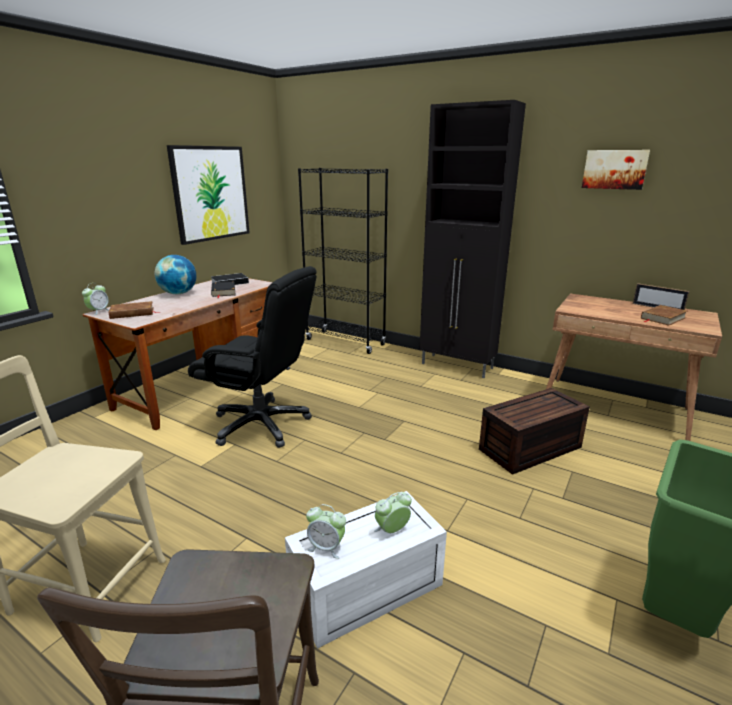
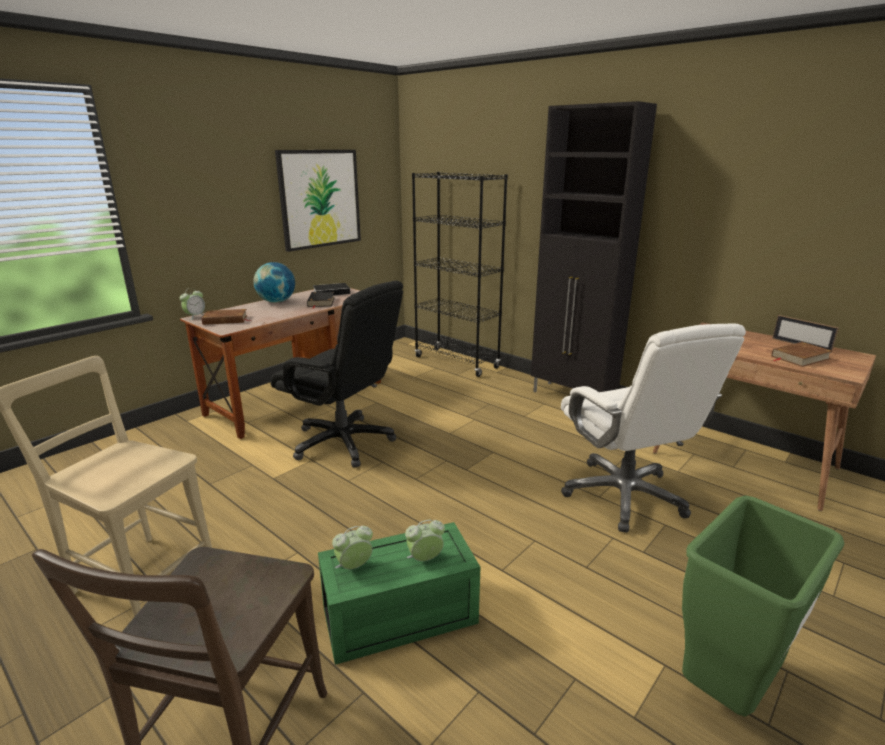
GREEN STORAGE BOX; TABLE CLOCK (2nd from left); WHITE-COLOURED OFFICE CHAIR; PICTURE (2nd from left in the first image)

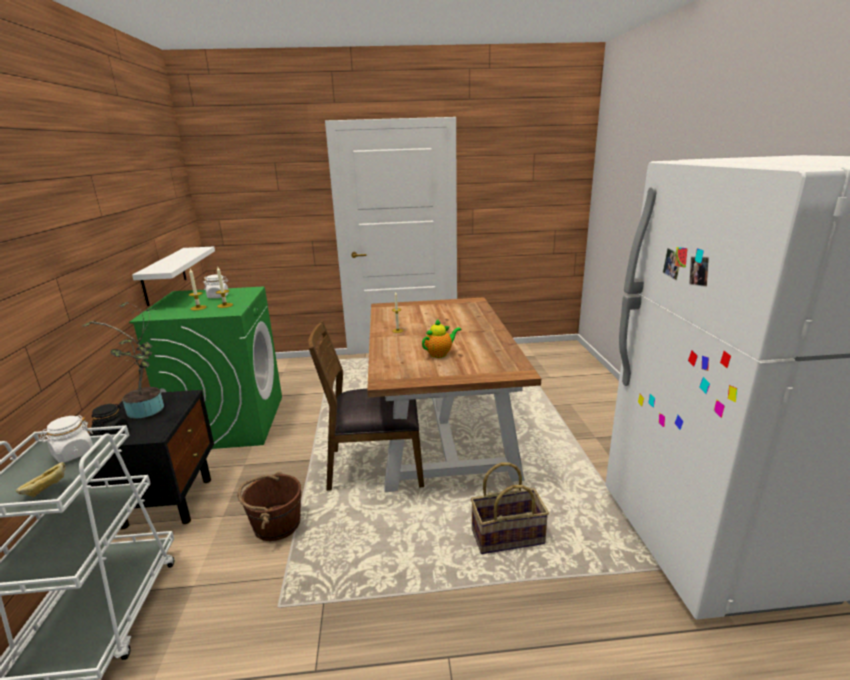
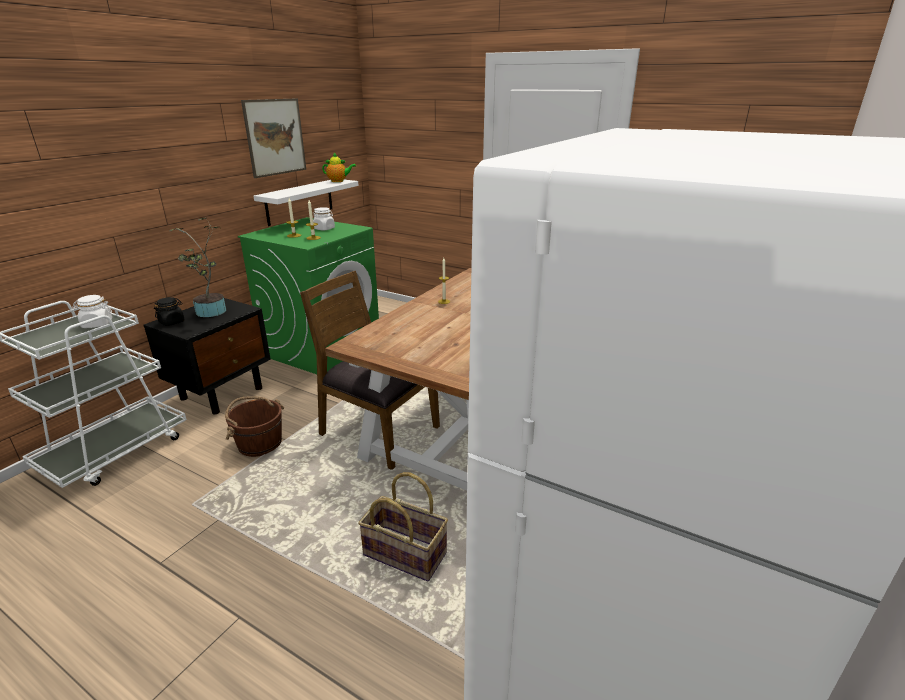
PICTURE; POT FOR TEA; BAKERY BREAD

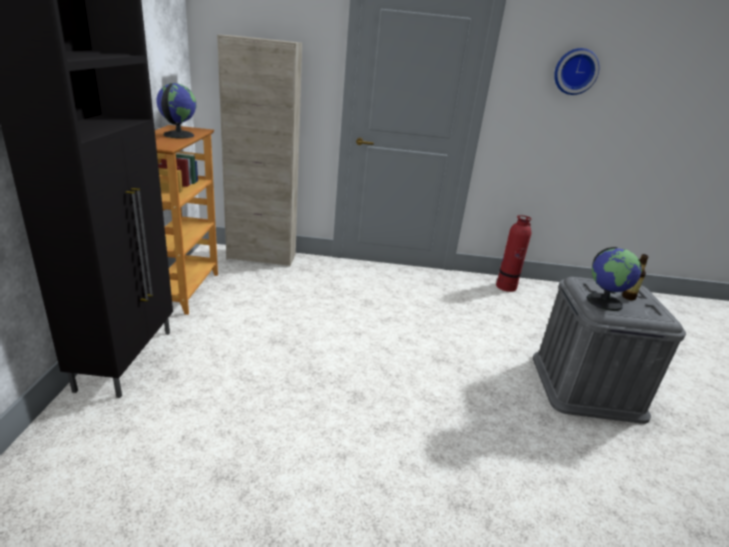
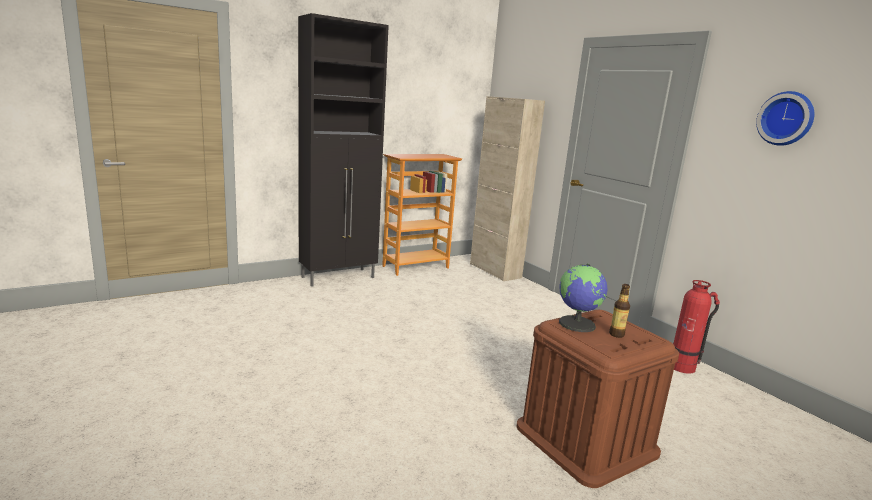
BROWN-COLOURED STORAGE BOX; WORLD GLOBE (1st from left in the first image)

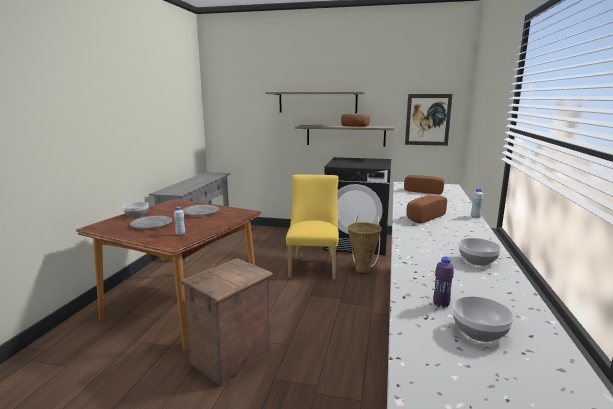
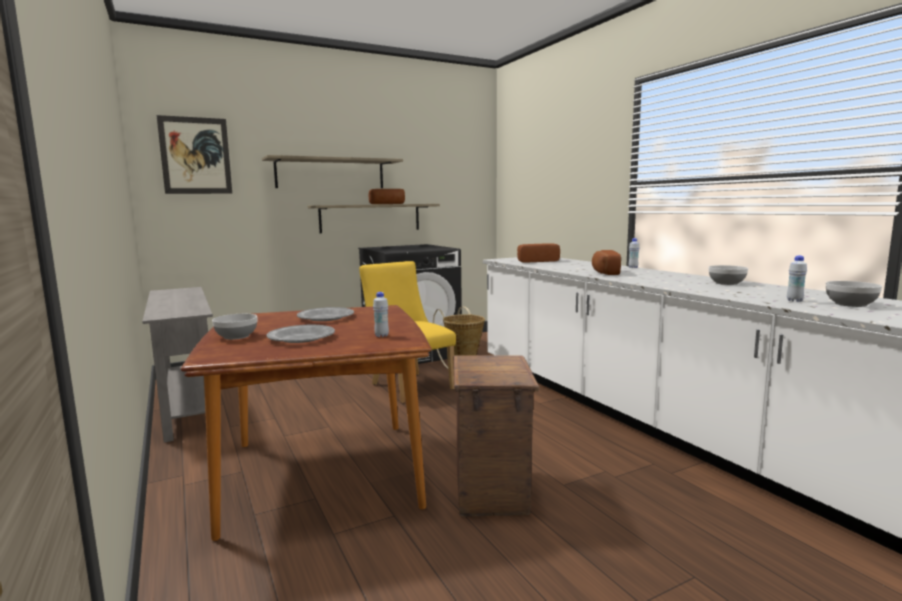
PICTURE; WHITE-COLOURED BEVERAGE BOTTLE (3rd from left)

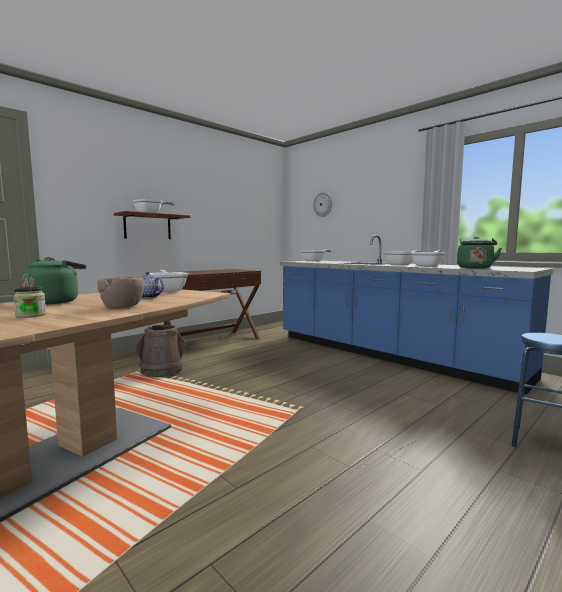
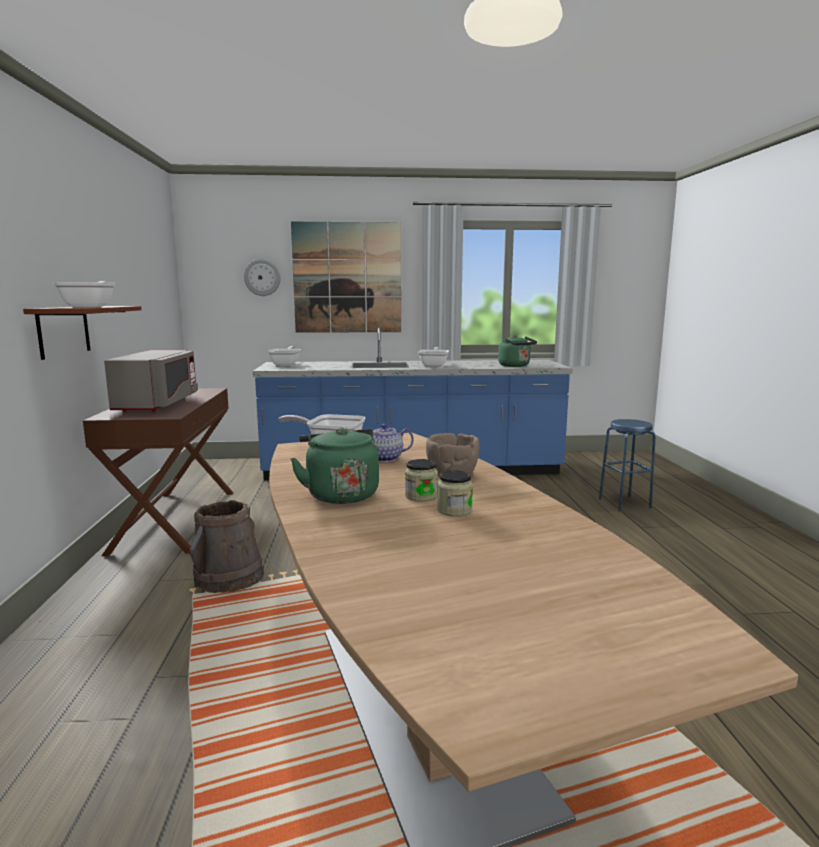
GREY KITCHEN MICROWAVE; PICTURE; JAR (1st from left); FRYING PAN (5th from left in the first image)

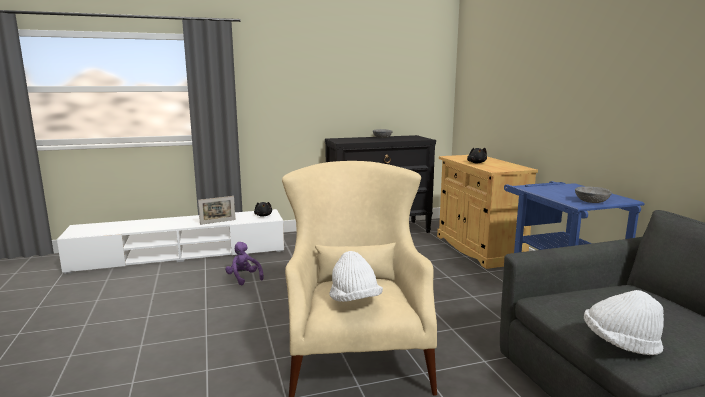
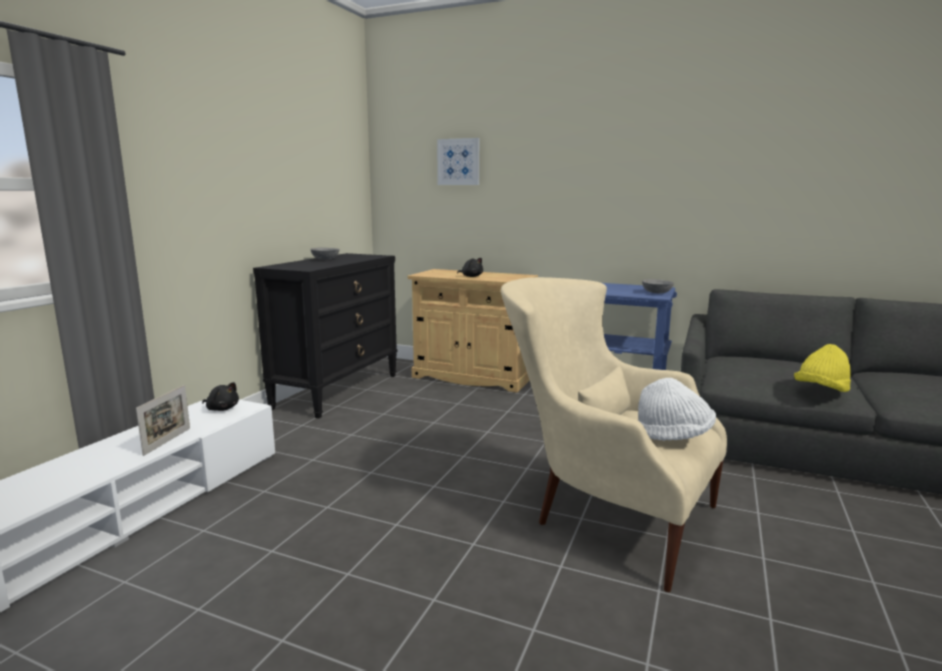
PICTURE; YELLOWISH CLOTHING HAT; PURPLE SOFT TOY

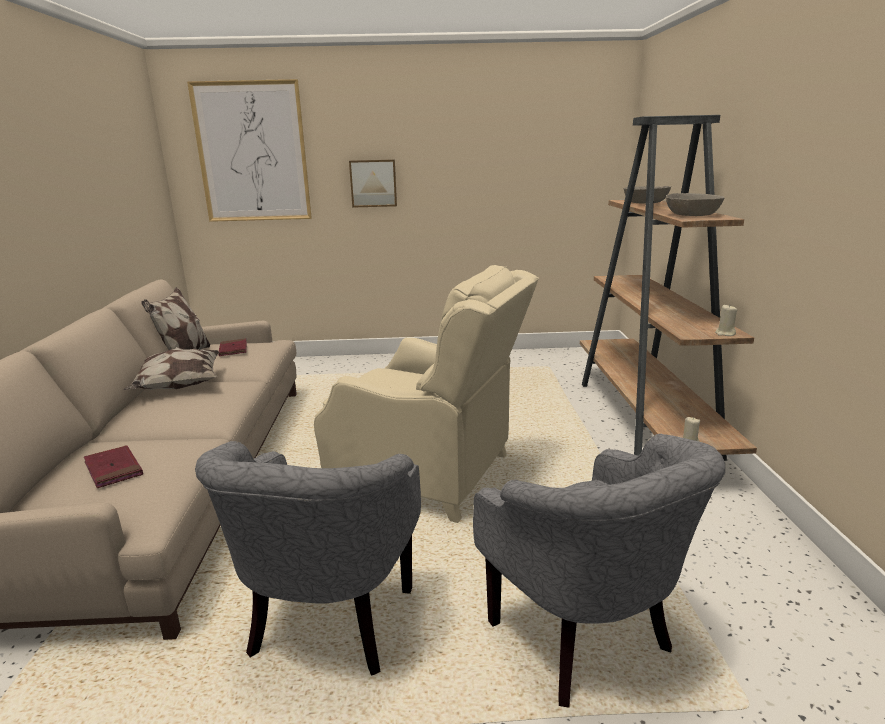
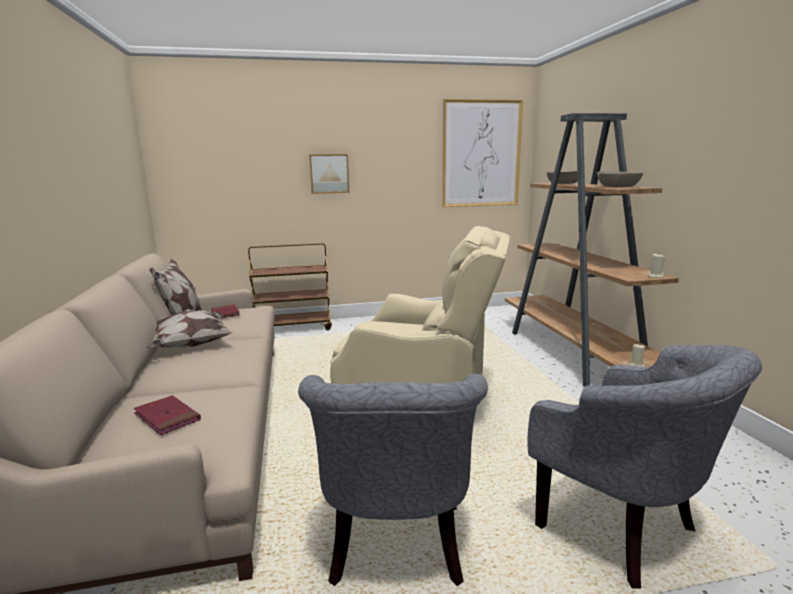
BROWN-COLOURED WHEELED CART; PICTURE (2nd from left)

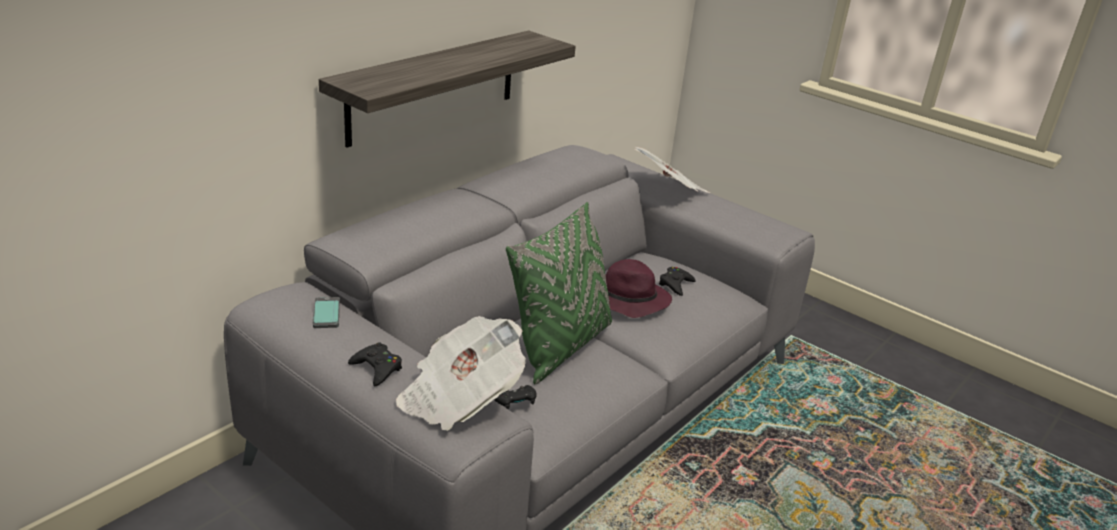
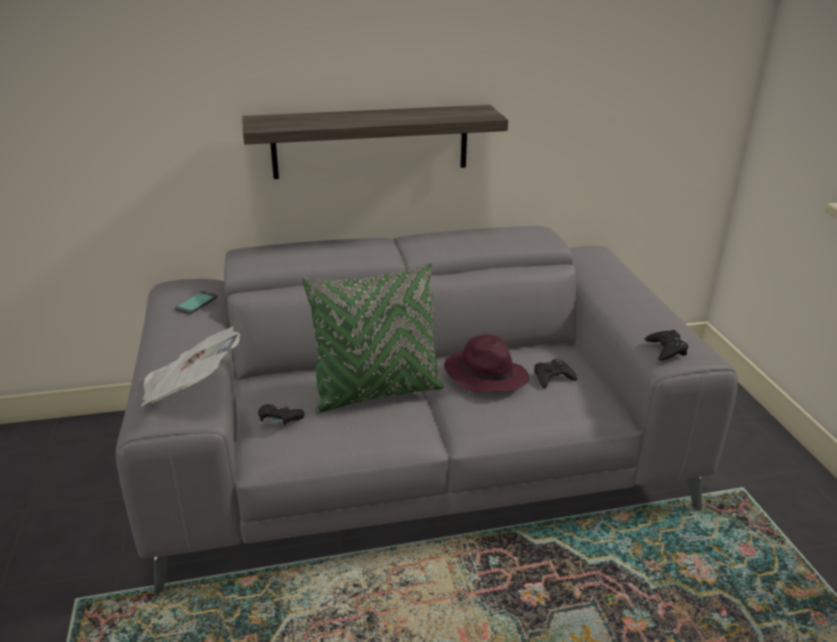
BLACK JOYPAD (3rd from left); DAILY PAPER (2nd from left in the first image)

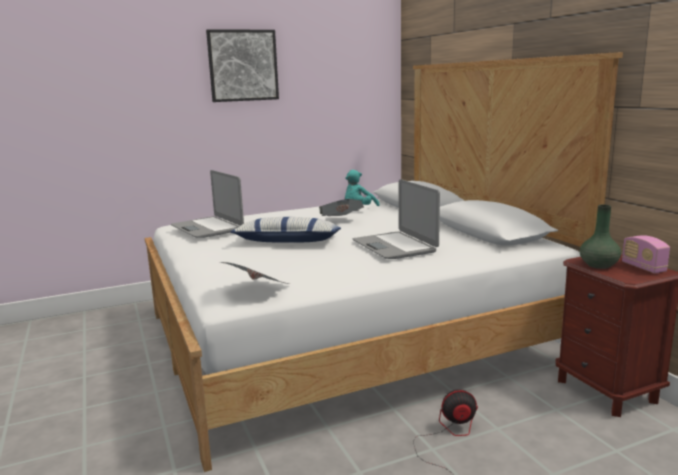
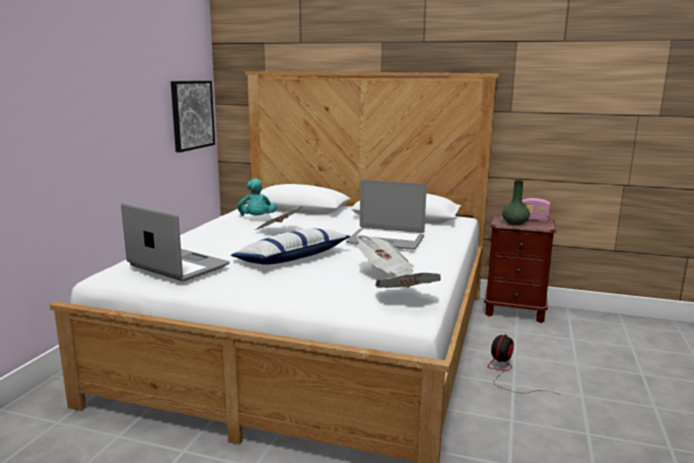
NOTEBOOK COMPUTER (1st from left); PICTURE; DAILY PAPER (2nd from left)

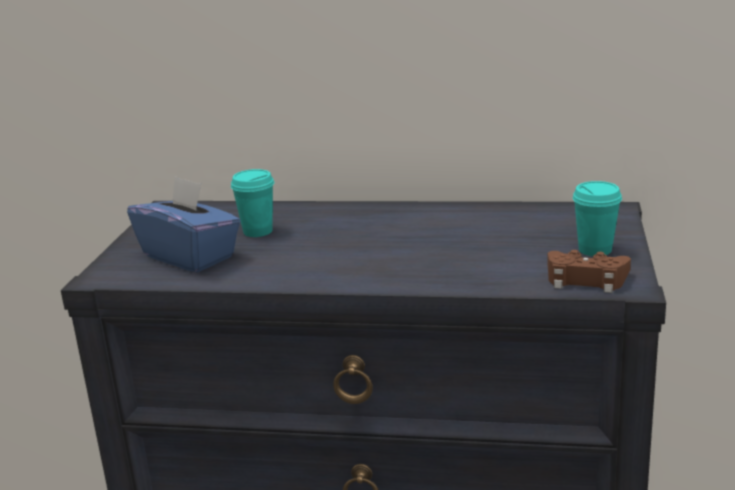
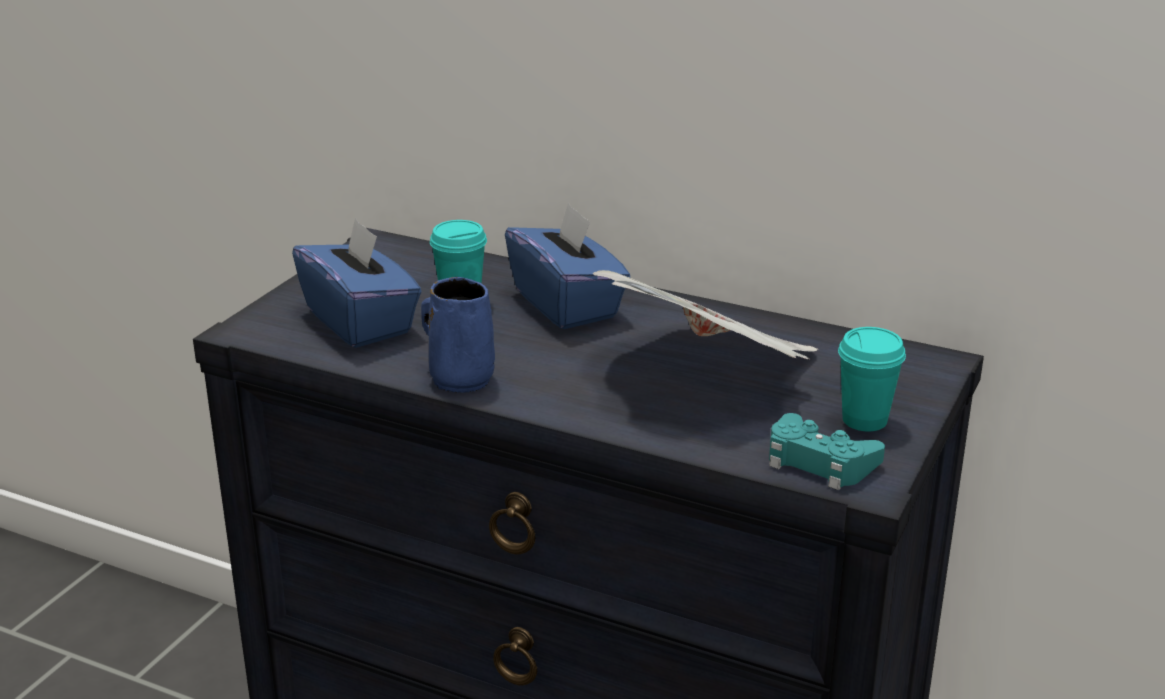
BLUE-COLOURED TEA MUG; BLUE-COLOURED TISSUE BOX (2nd from left); DAILY PAPER; TURQUOISE JOYPAD

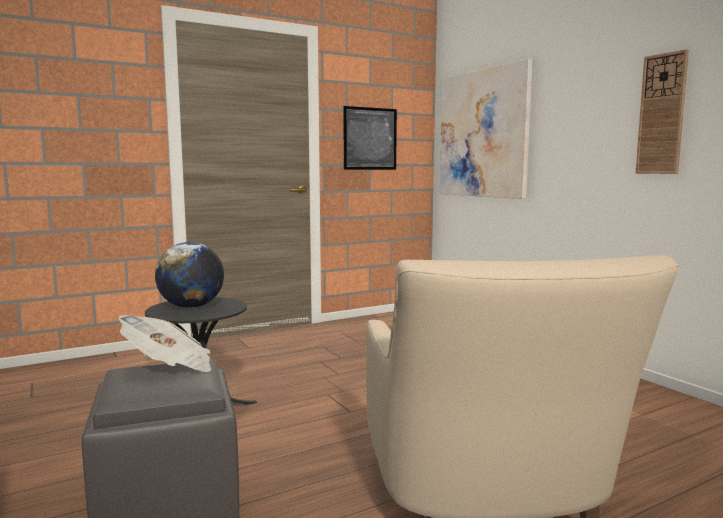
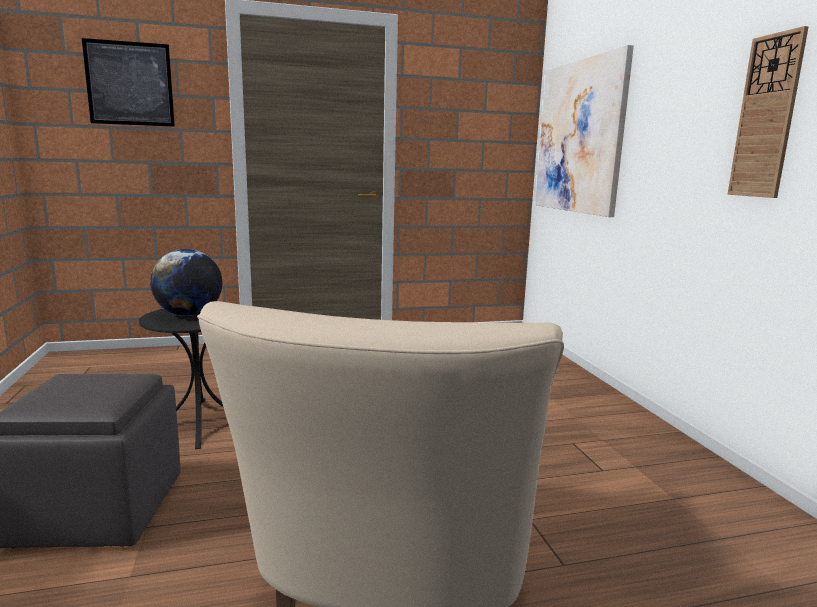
PICTURE (1st from left); DAILY PAPER

